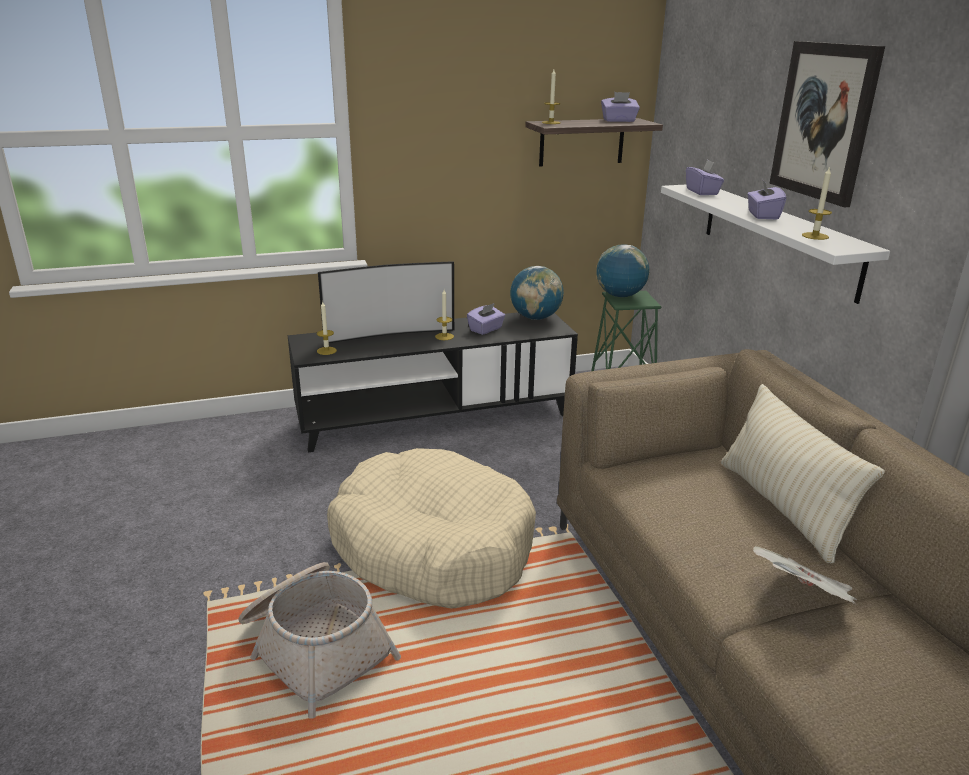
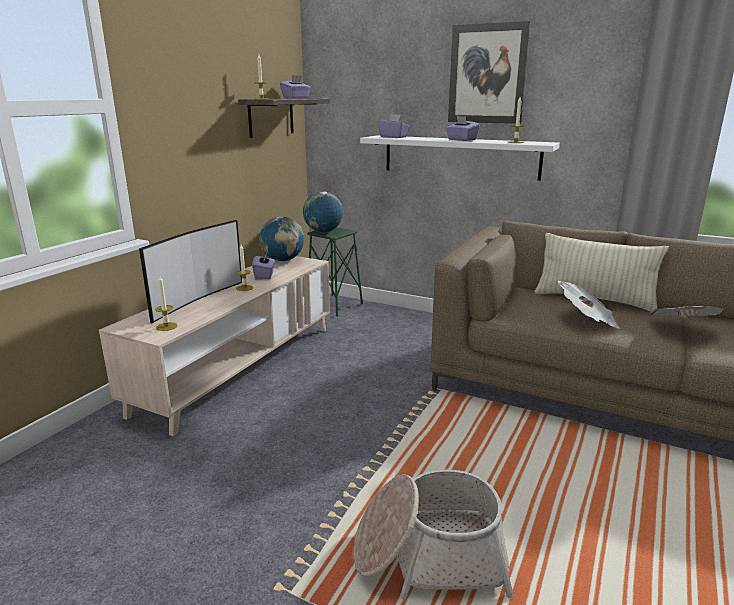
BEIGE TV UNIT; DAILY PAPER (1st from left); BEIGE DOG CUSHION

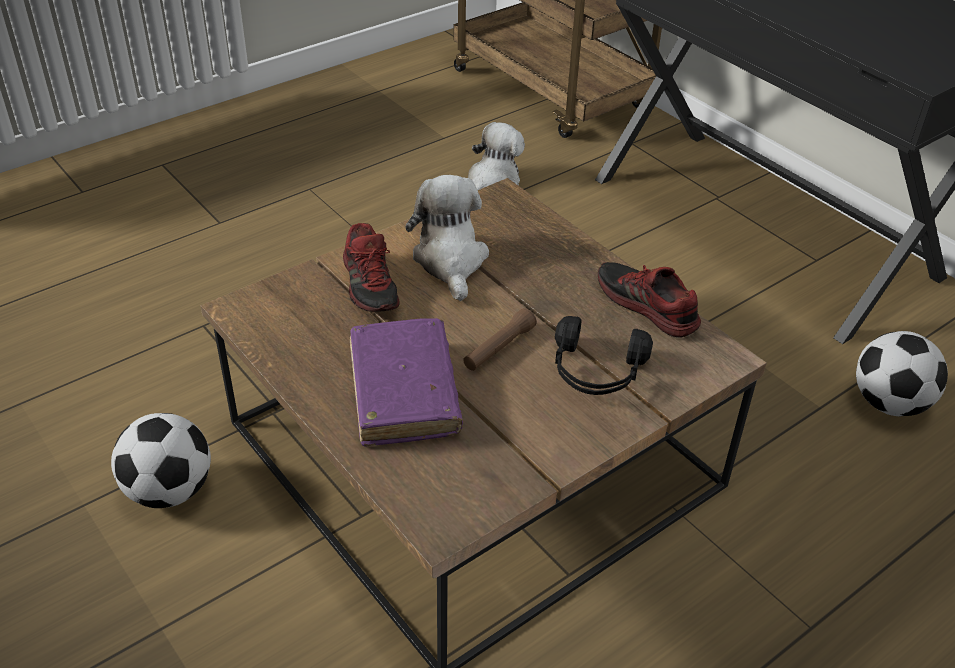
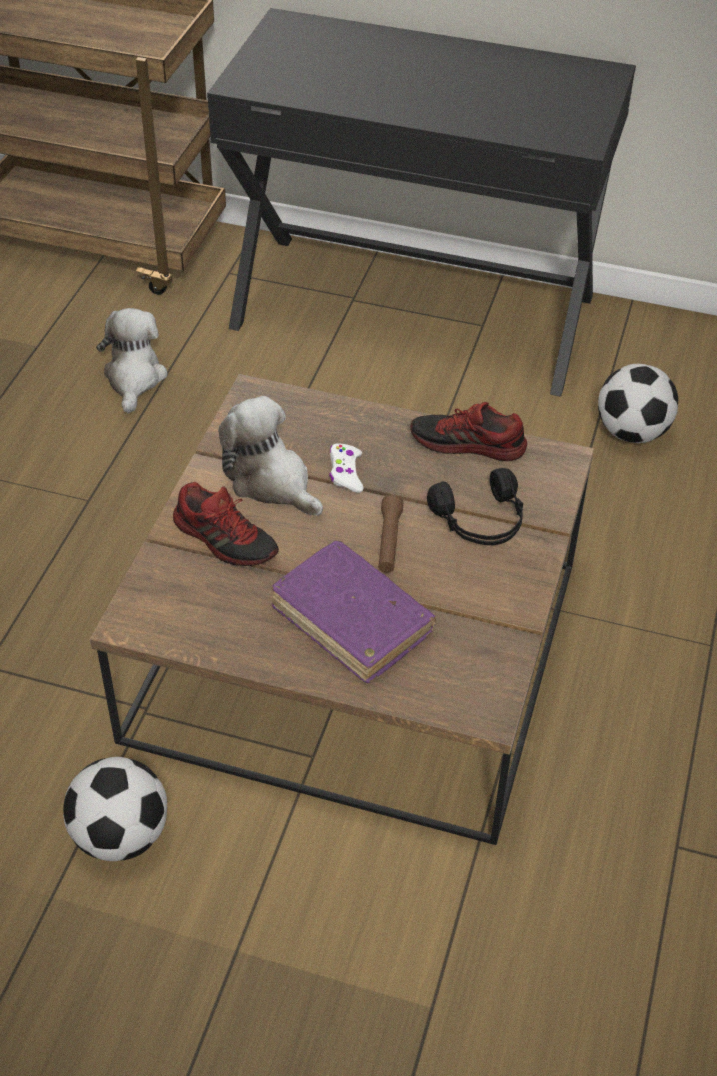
WHITE-COLOURED JOYPAD

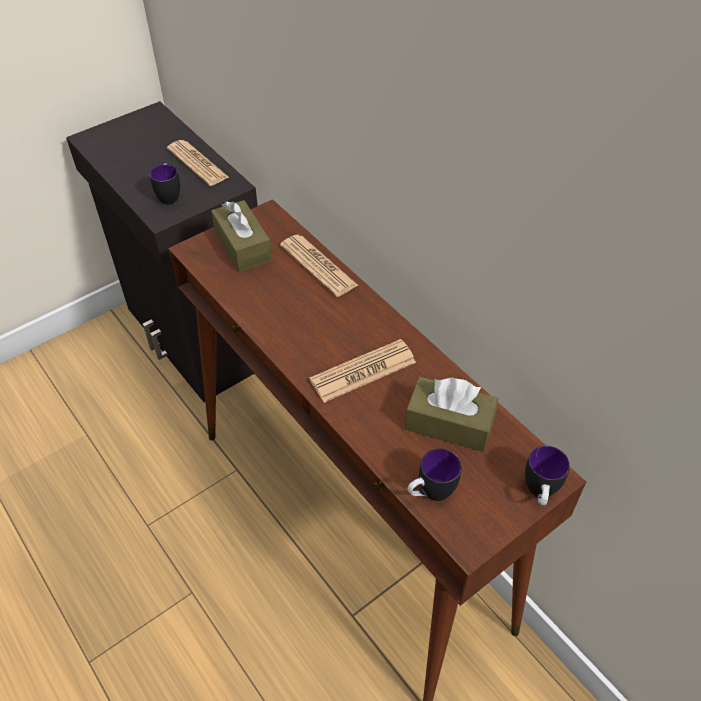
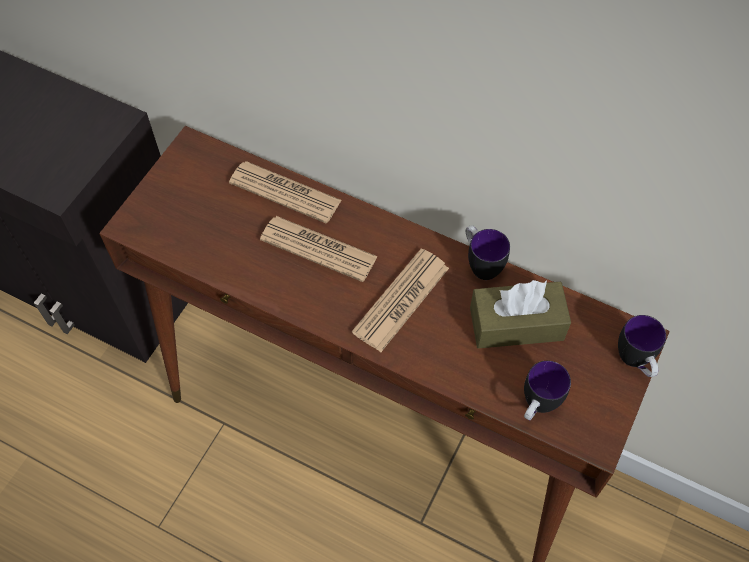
DAILY PAPER (2nd from left); TEA MUG (1st from left); BROWN-COLOURED TISSUE BOX (1st from left in the first image)

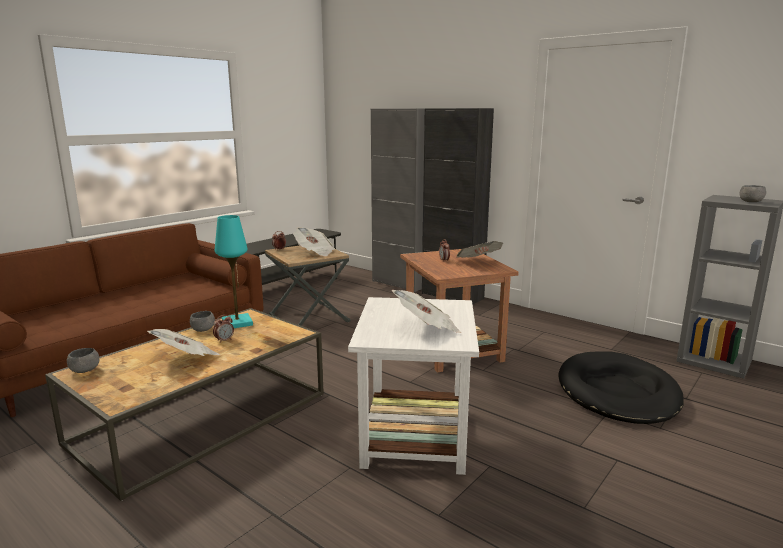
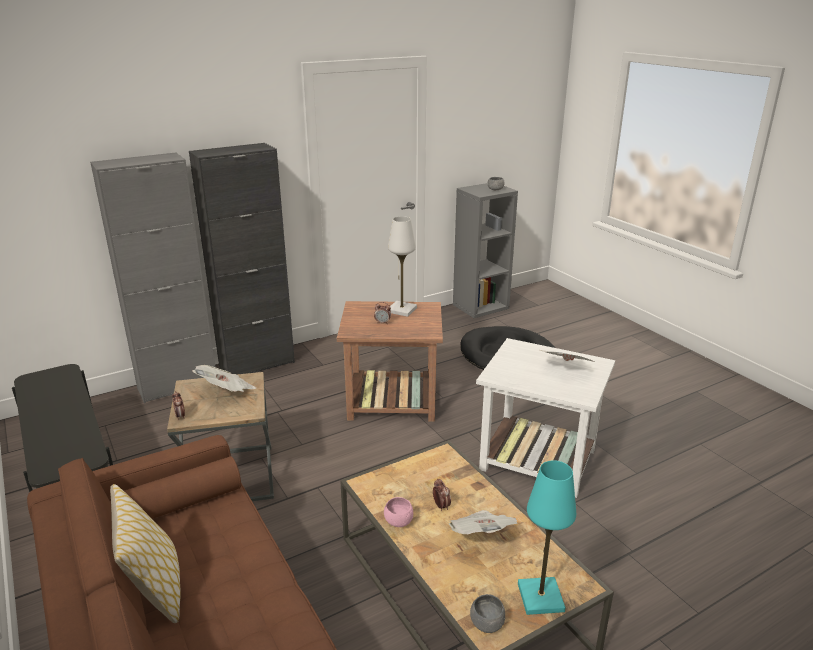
PILLOW; PINK SERVING BOWL; WHITE-COLOURED LAMP FOR A TABLE; TURQUOISE LAMP FOR A TABLE

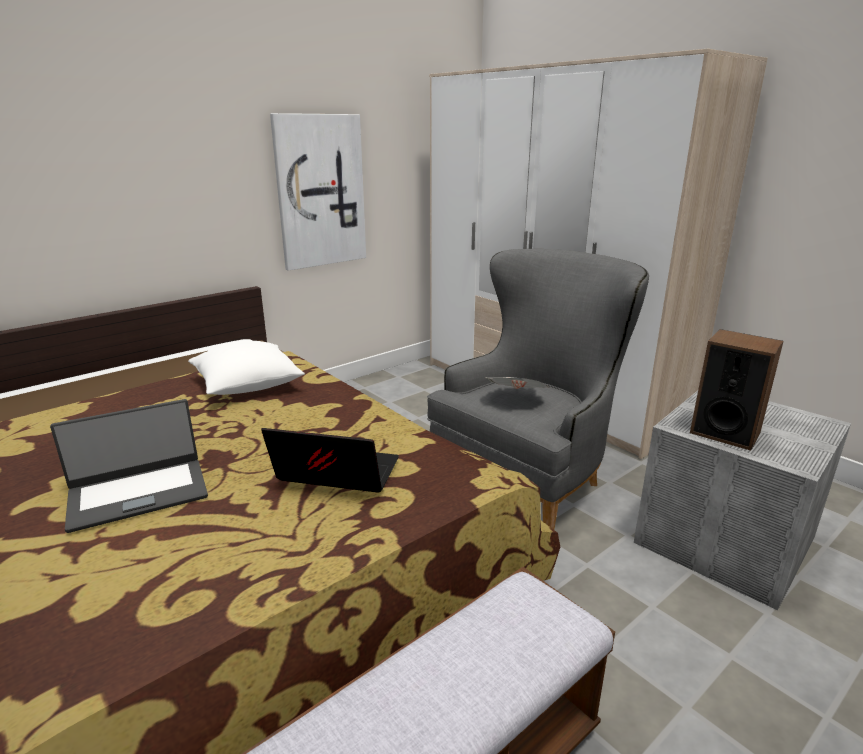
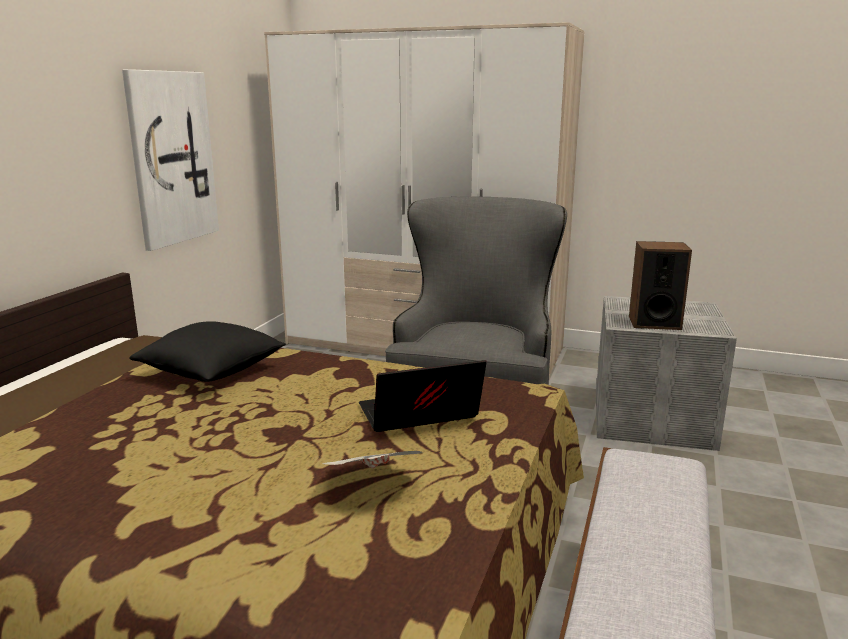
BLACK PILLOW; DAILY PAPER; NOTEBOOK COMPUTER (1st from left in the first image)

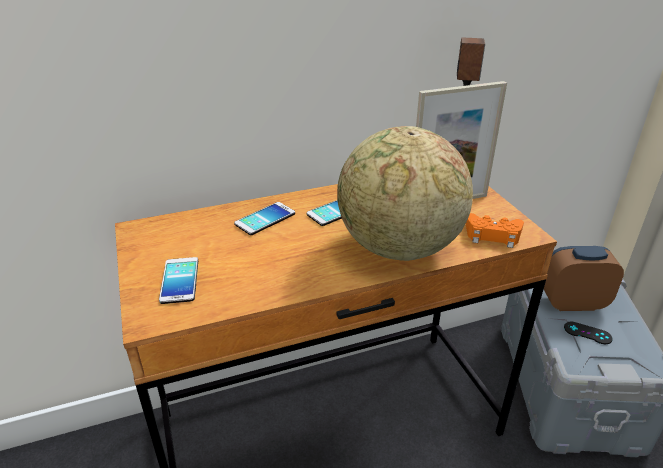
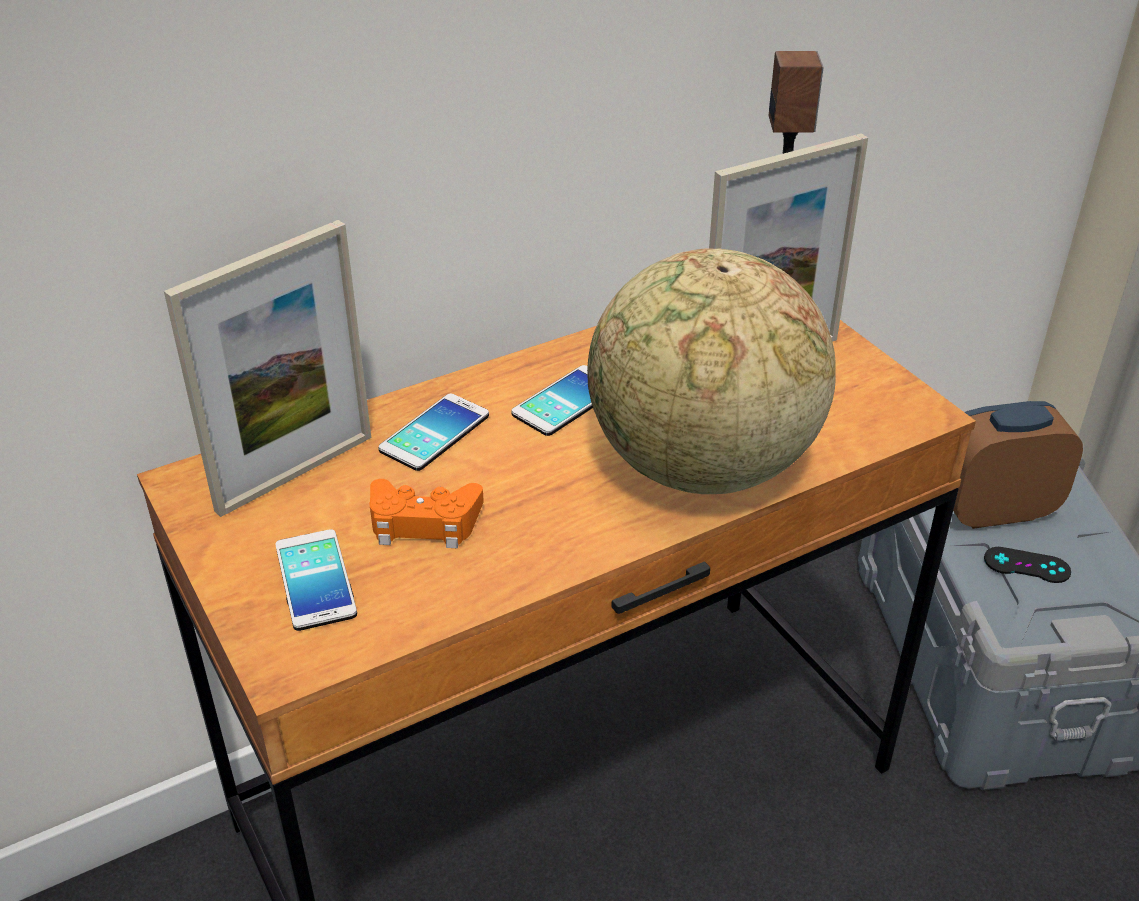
PHOTO FRAME (1st from left); ORANGE-COLOURED JOYPAD

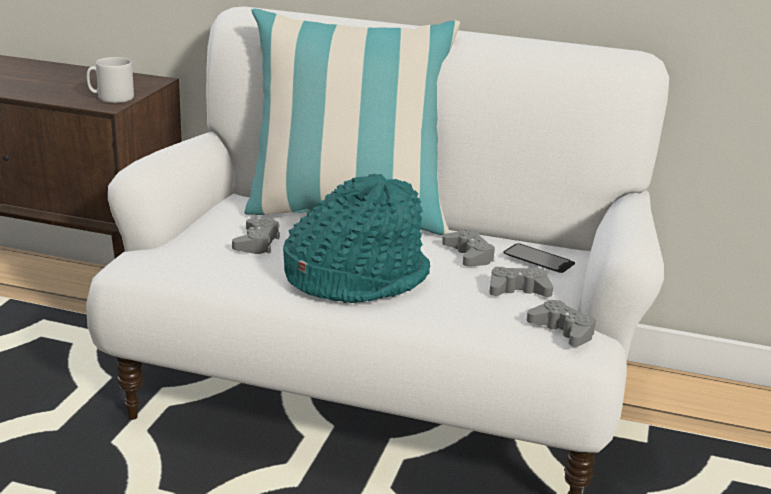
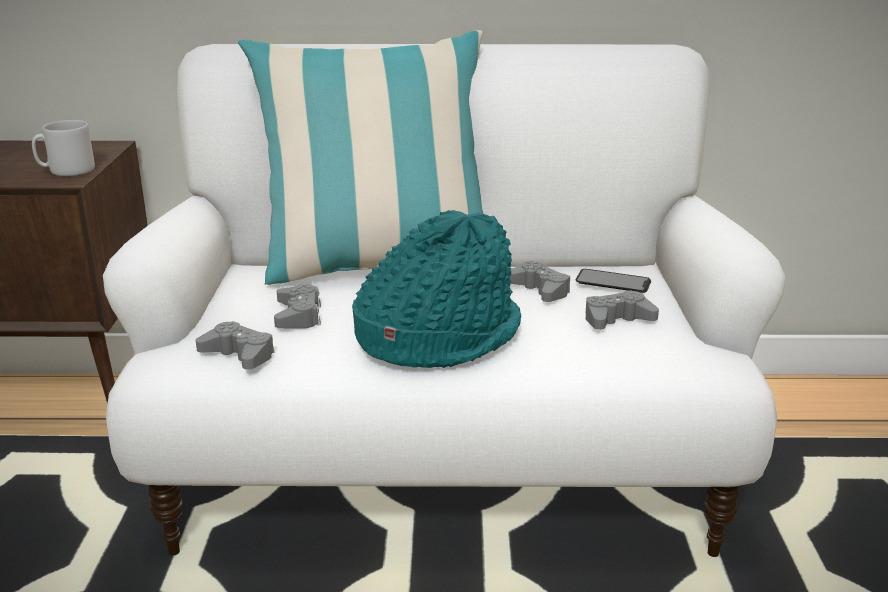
GREY JOYPAD (1st from left)

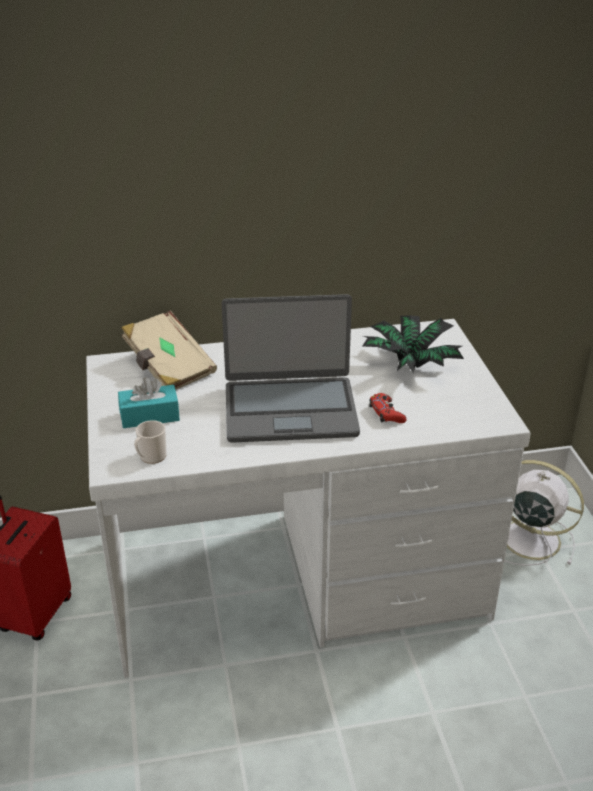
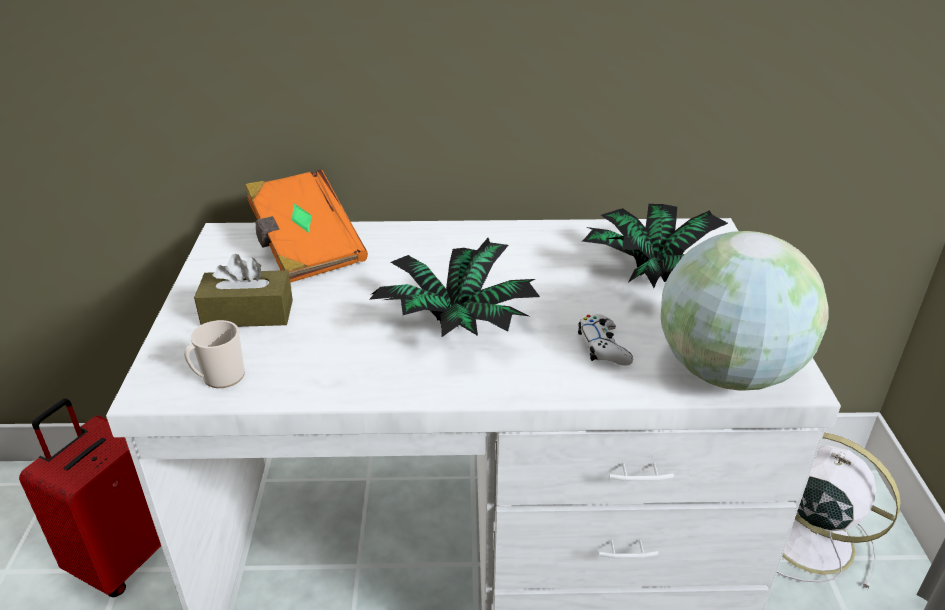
BROWN-COLOURED TISSUE BOX; ORANGE-COLOURED BOUND BOOK; PLANT IN A POT (1st from left); WHITE-COLOURED JOYPAD; WORLD GLOBE

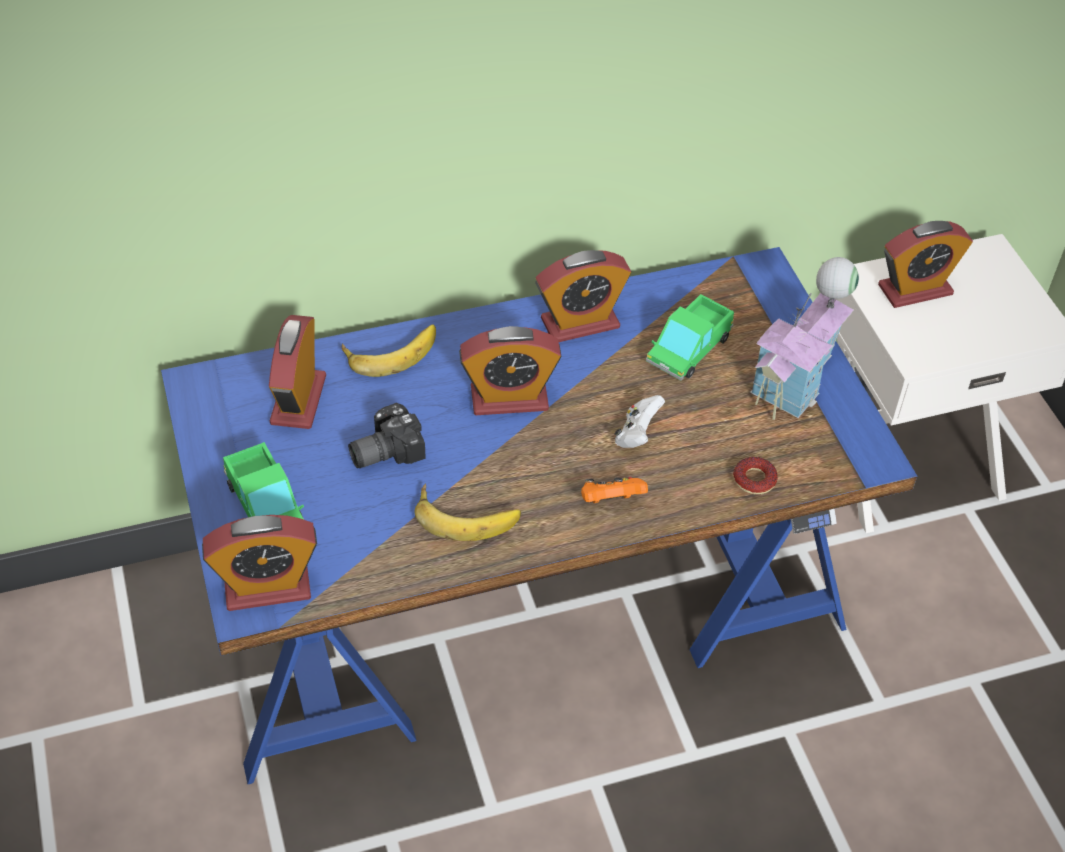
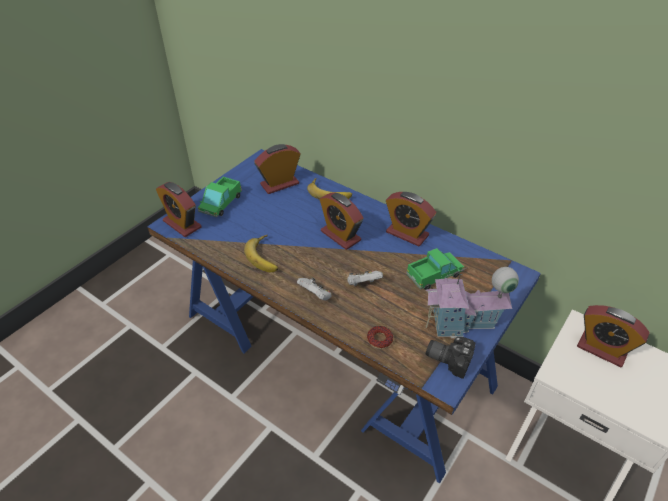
WHITE-COLOURED JOYPAD (1st from left); MODEL TRUCK (2nd from left); STILL CAMERA

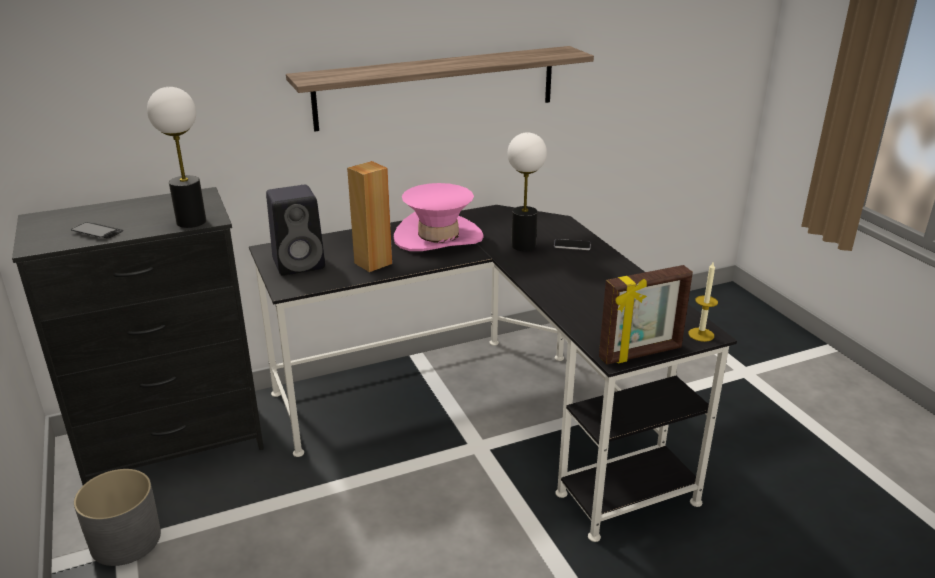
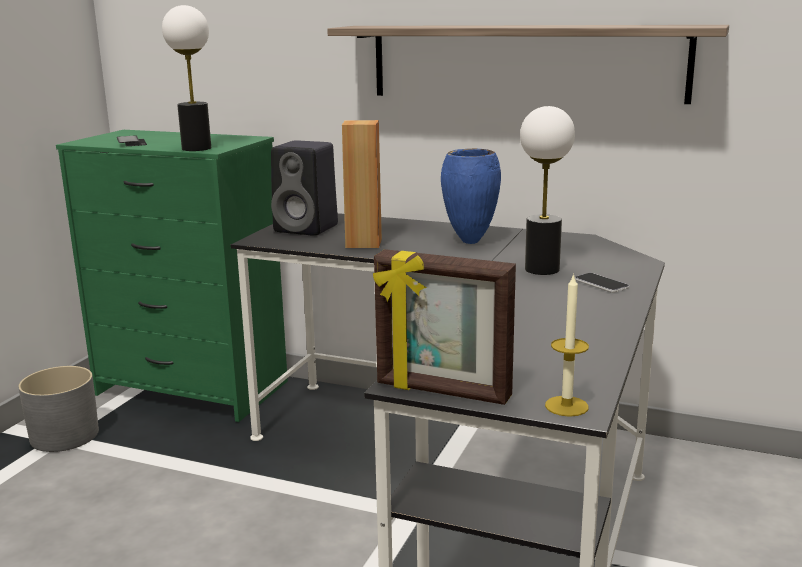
GREEN DRESSER; BLUE-COLOURED VASE

